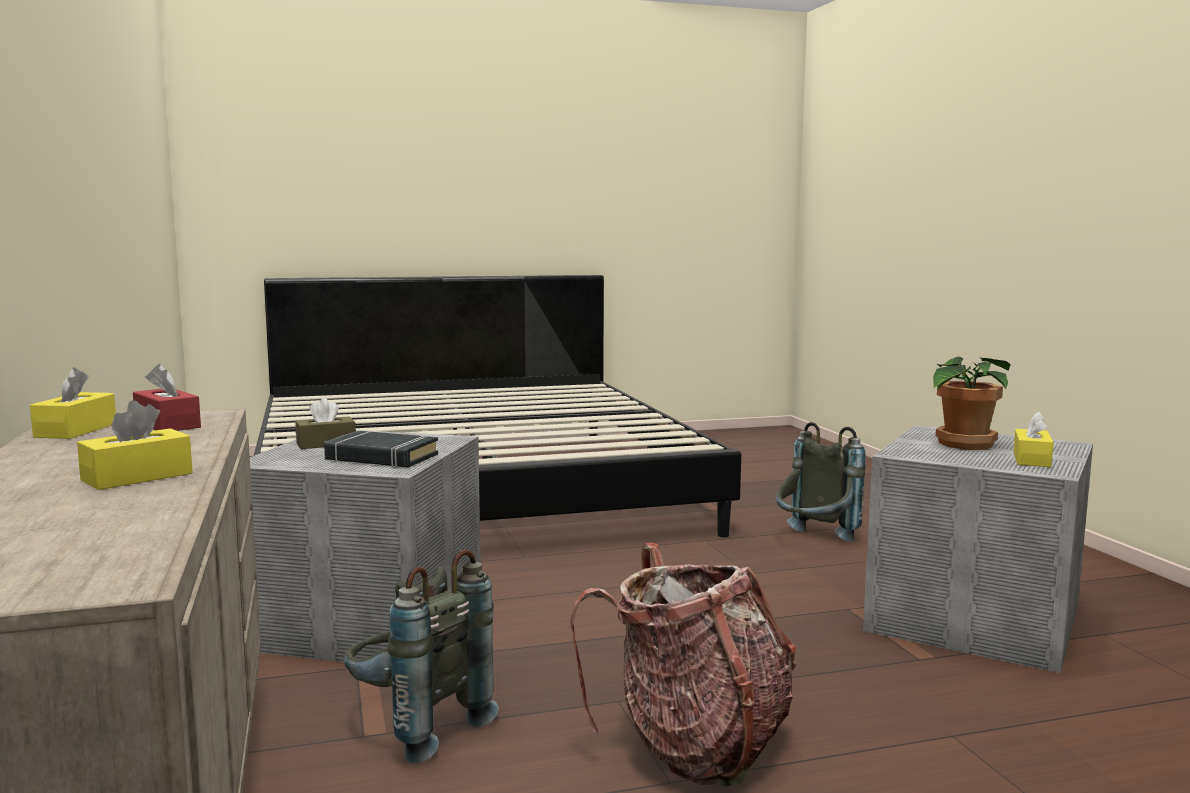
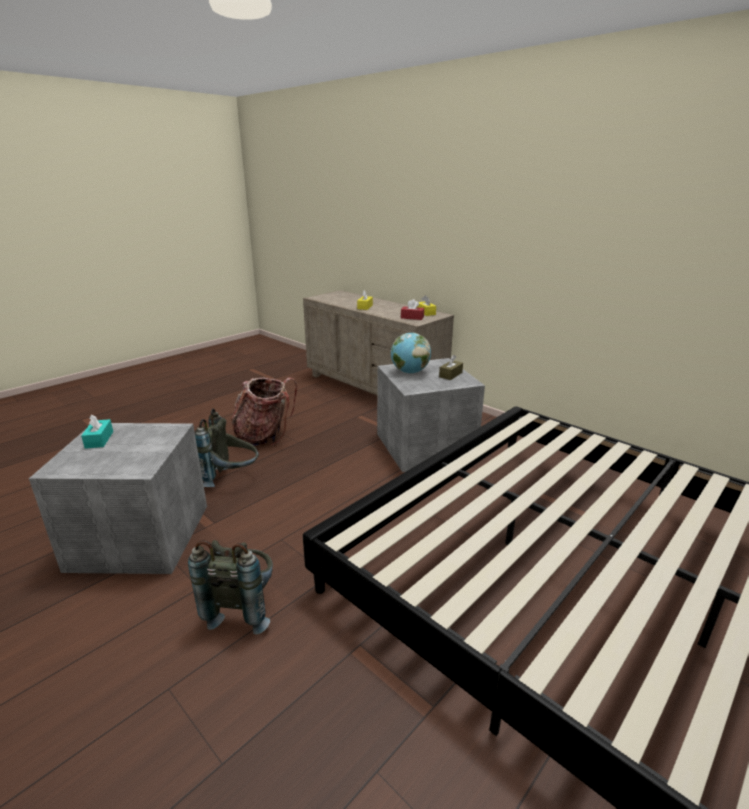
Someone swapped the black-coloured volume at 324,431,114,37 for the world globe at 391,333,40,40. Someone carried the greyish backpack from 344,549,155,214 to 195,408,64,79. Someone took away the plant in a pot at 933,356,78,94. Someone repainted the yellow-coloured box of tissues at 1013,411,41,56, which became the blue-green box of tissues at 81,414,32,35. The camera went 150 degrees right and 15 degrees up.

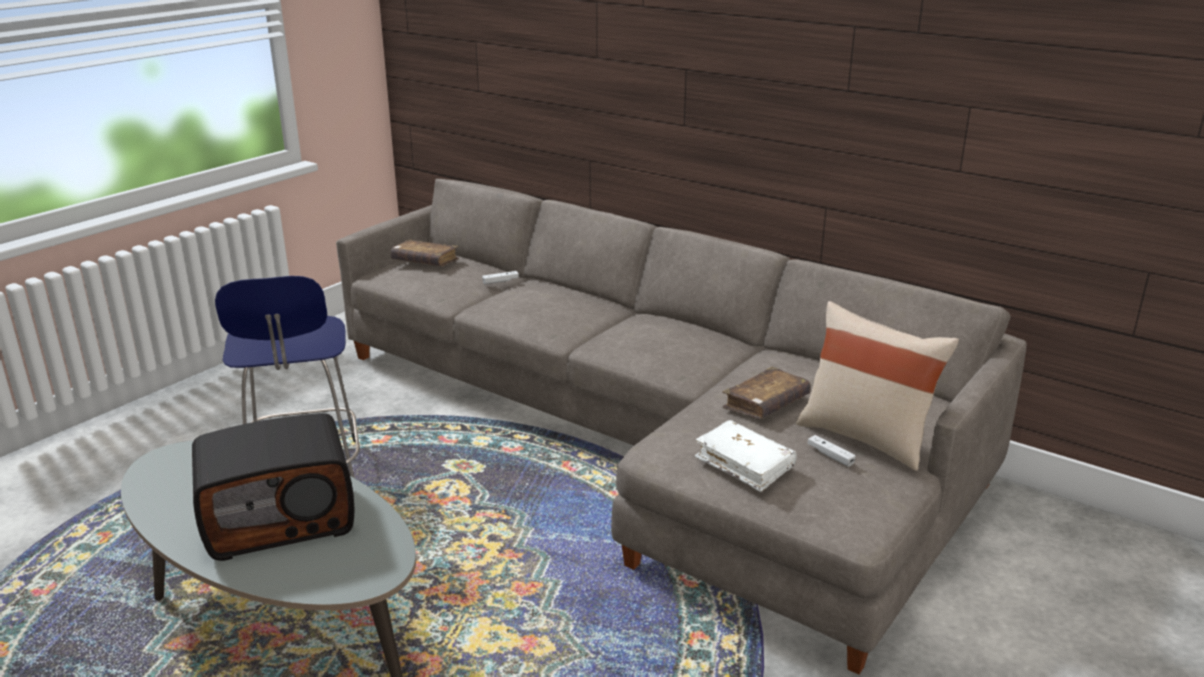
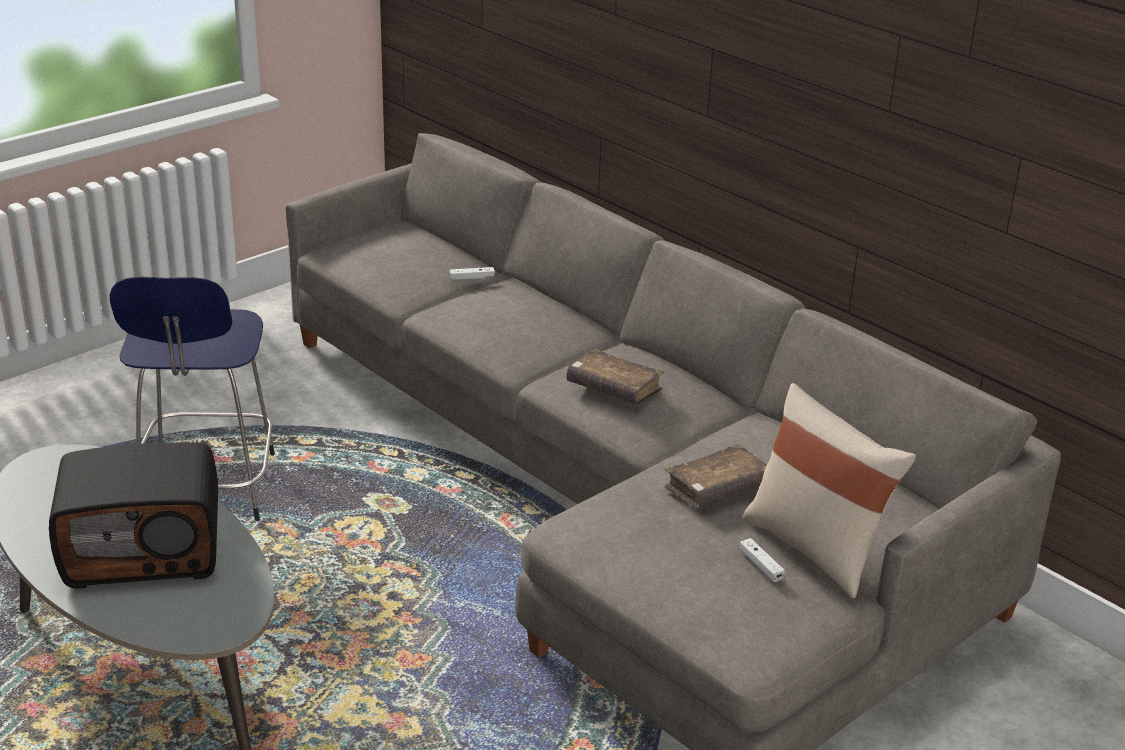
Someone carried the brown-coloured volume from 391,239,68,27 to 566,349,98,56. Someone took away the white volume at 695,420,102,72. The camera went 10 degrees right and 5 degrees up.

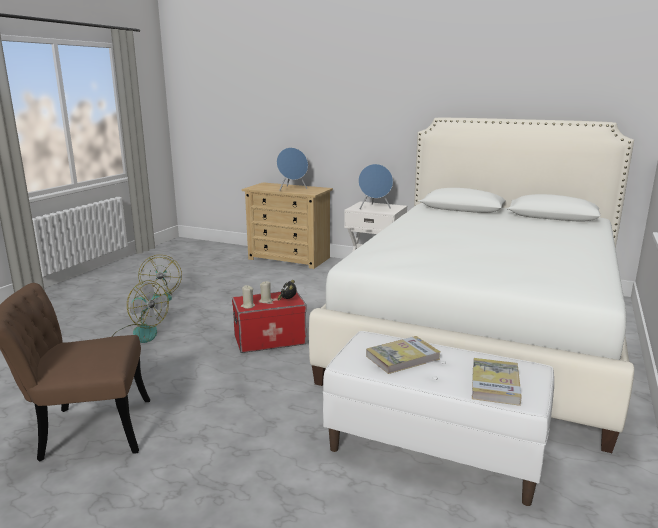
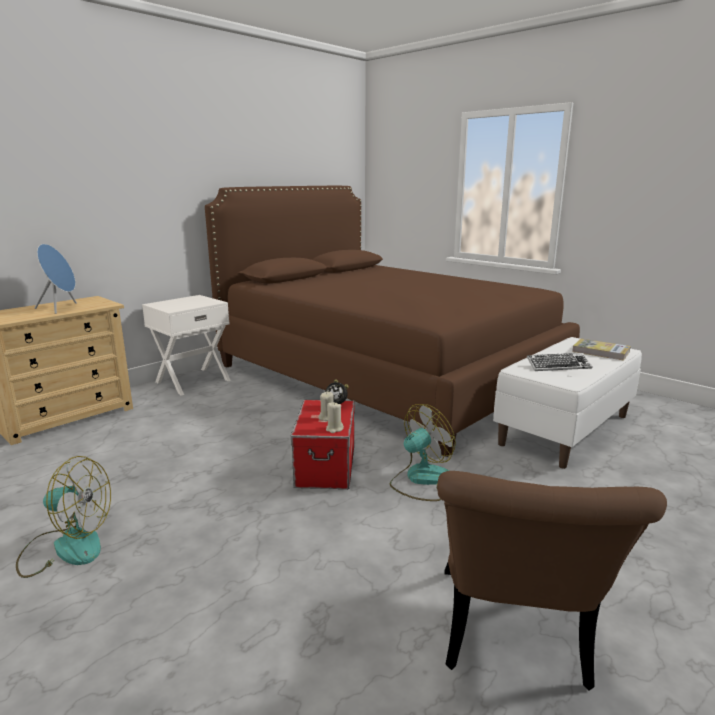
Someone carried the cooling fan from 112,280,57,63 to 390,404,66,97. Someone repainted the white sleeping bed at 309,118,325,335, which became the brown-coloured sleeping bed at 205,186,375,271. Someone took away the blue-coloured speaker at 358,164,35,45. Someone swapped the volume at 366,336,75,38 for the PC keyboard at 527,353,66,18. The camera went 70 degrees left and 0 degrees up.

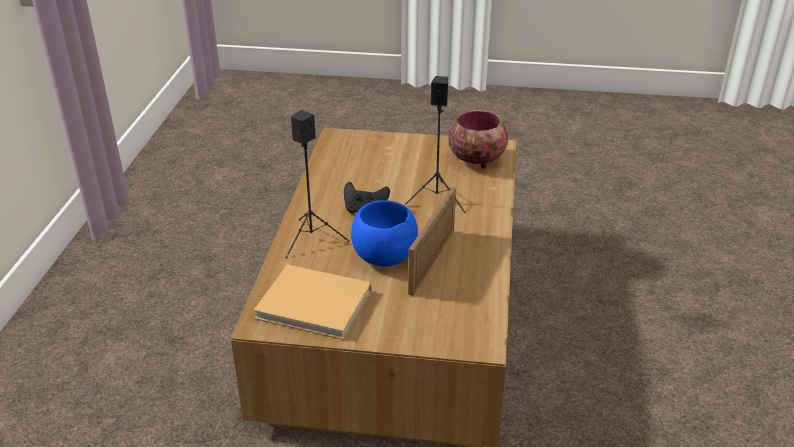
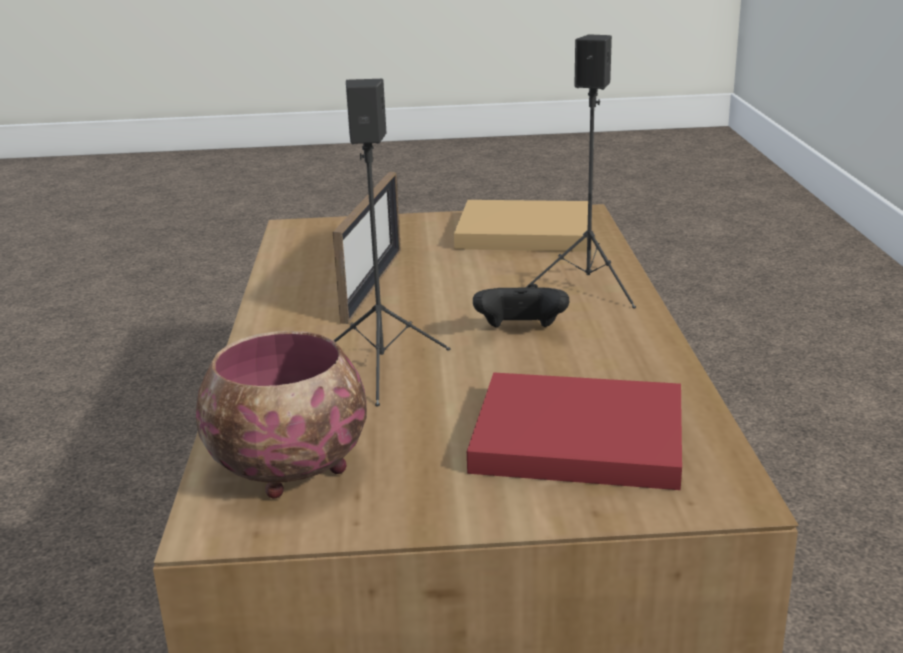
Someone took away the blue-coloured deep dish at 351,200,67,67. Someone put down the reddish volume at 467,373,215,117. The camera went 170 degrees right and 10 degrees down.

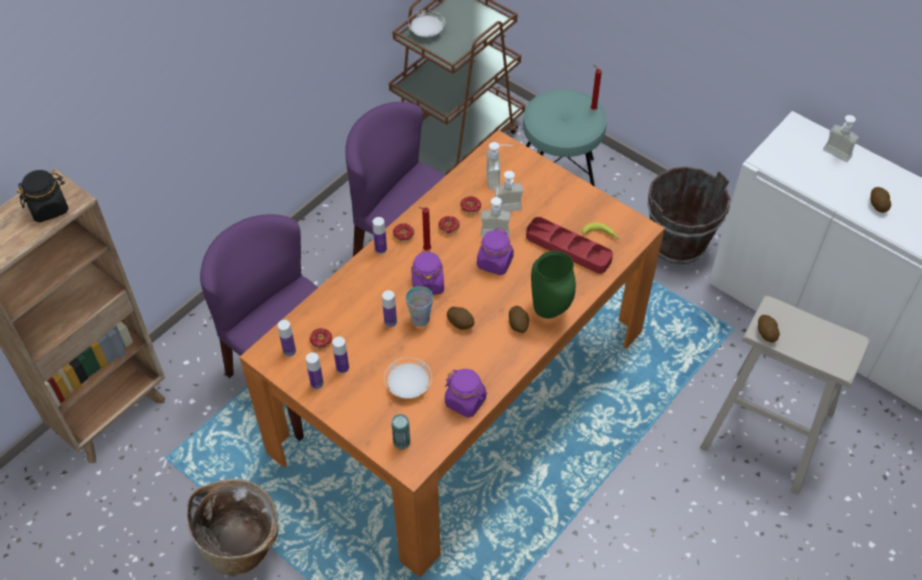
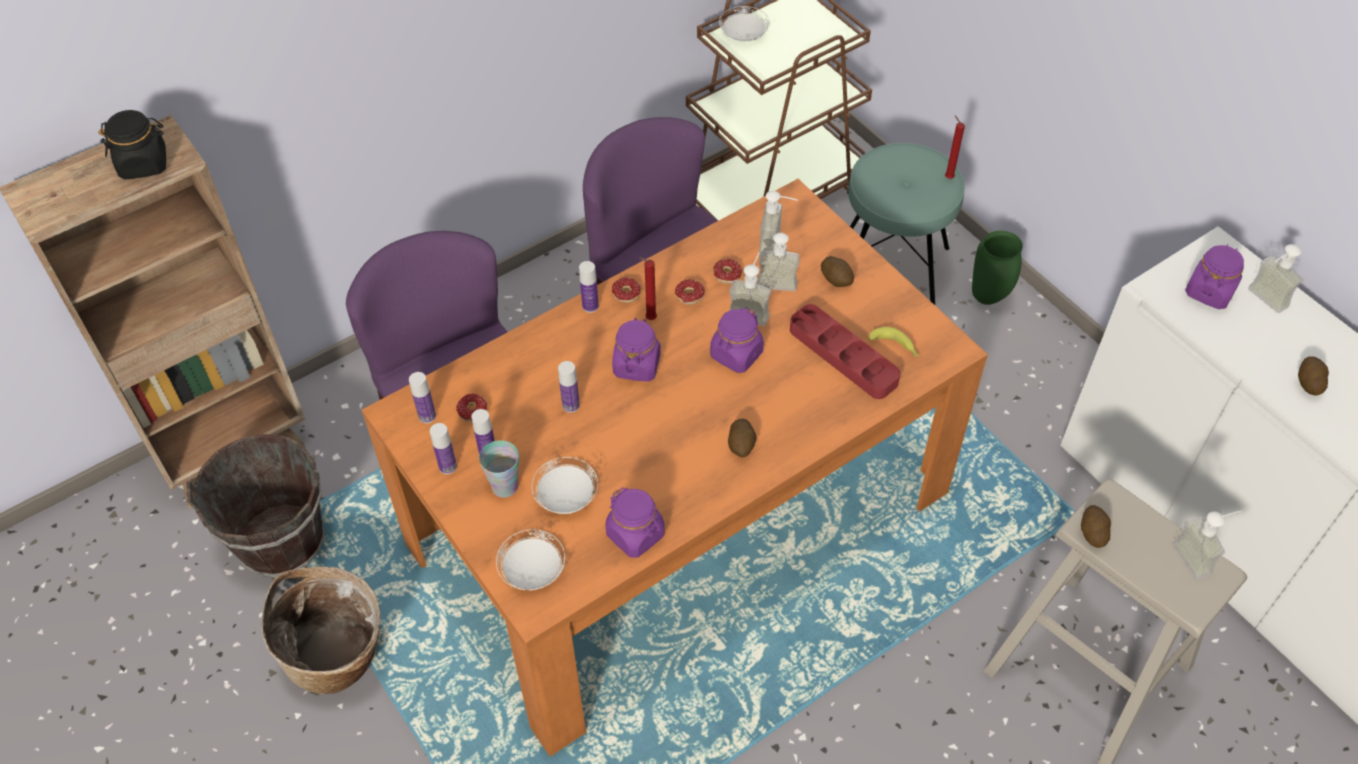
Someone swapped the can at 391,414,19,35 for the white flat dish at 496,529,69,61. Someone carried the drinking cup from 406,286,27,41 to 479,440,40,58. Someone carried the potato from 447,307,28,23 to 821,256,33,31. Someone carried the green decorative vase from 531,251,45,68 to 972,230,51,75. Someone carried the brown-coloured water bucket from 647,166,83,98 to 186,434,138,144. Someone put down the soap dispenser at 1173,511,69,68. Someone put down the purplish storage jar at 1185,244,59,65. The camera went 15 degrees right and 0 degrees up.

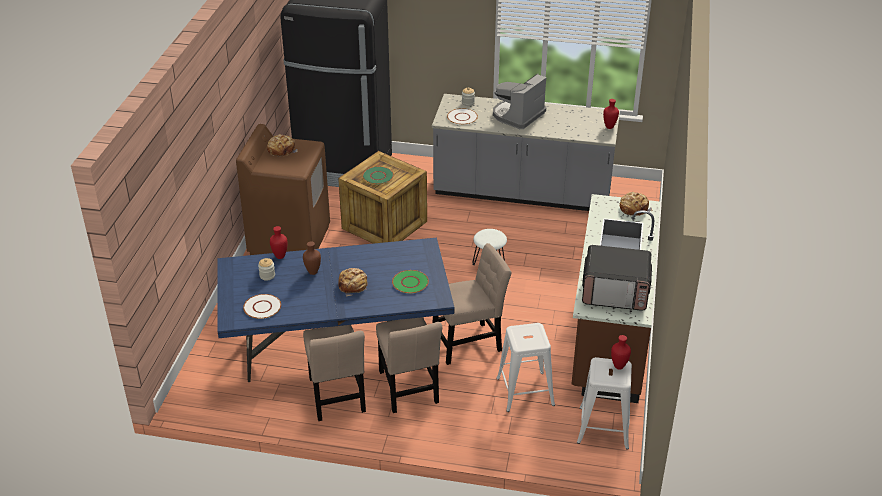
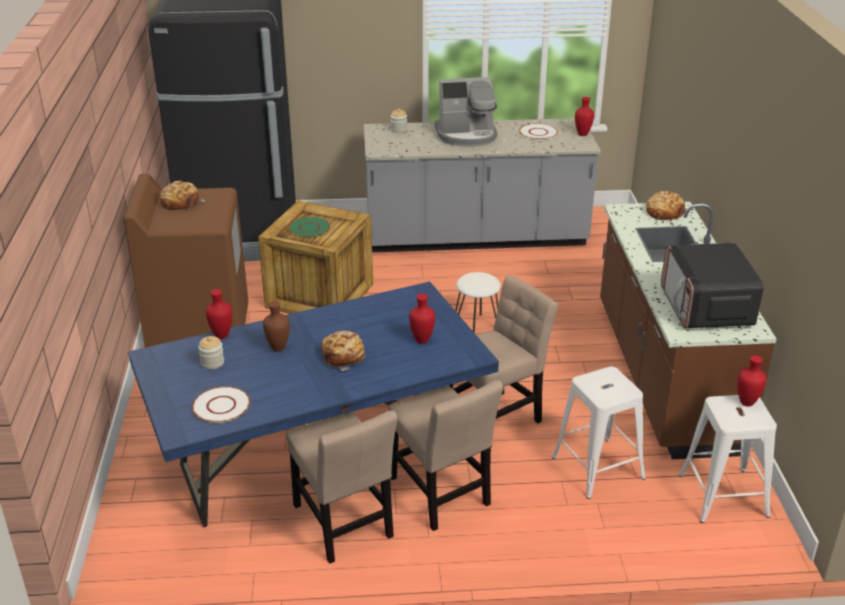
Someone swapped the green flat dish at 392,270,37,23 for the reddish decorative vase at 409,294,26,50. Someone carried the white flat dish from 447,108,31,17 to 519,123,39,17. Someone rotated the coffee brewer at 493,73,53,56 by 120 degrees counterclockwise. Someone rotated the microwave oven at 582,245,70,66 by 90 degrees clockwise. The camera went 15 degrees left and 5 degrees down.

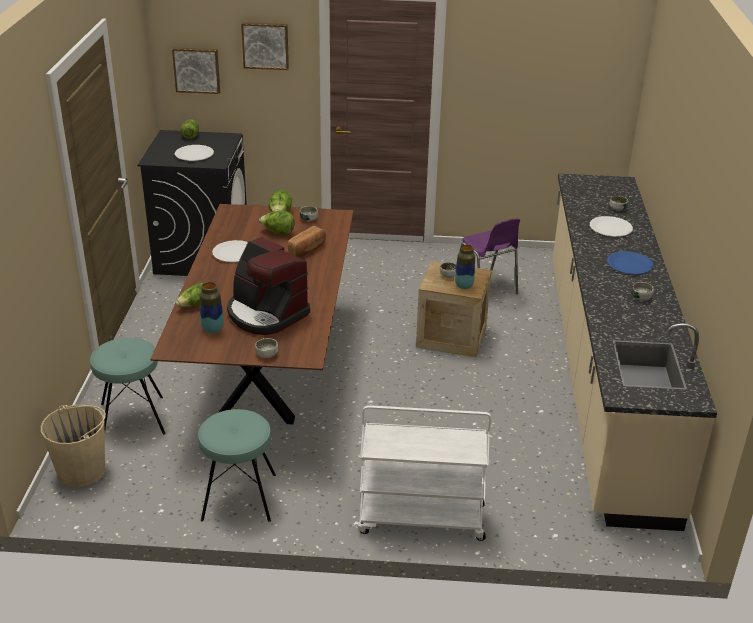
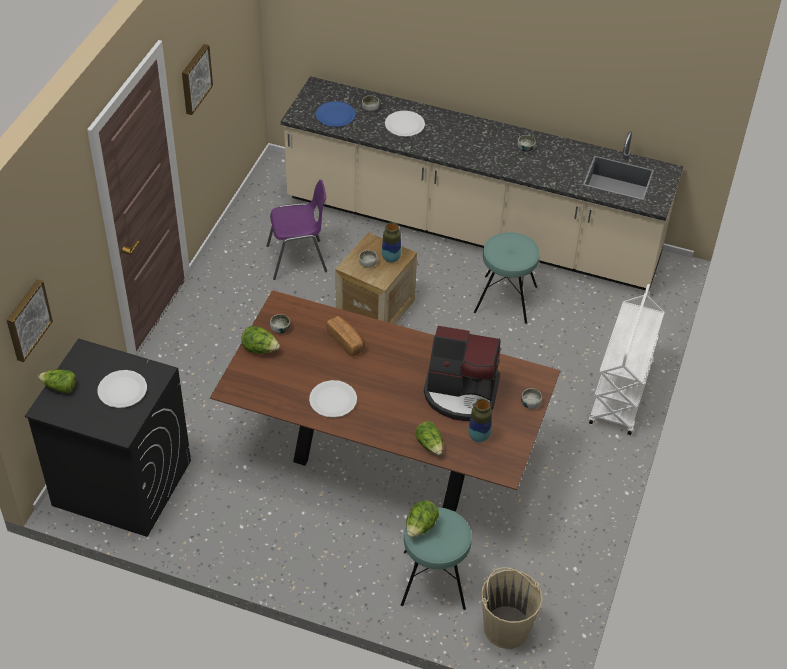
Someone carried the blue-green stool from 198,409,78,113 to 474,232,66,92. Someone rotated the coffee brewer at 227,237,83,98 by 45 degrees clockwise. Someone carried the wall picture from 241,22,48,48 to 182,44,31,71. Someone carried the head of lettuce from 259,210,36,25 to 406,500,33,37. Someone carried the blue-coloured flat dish from 607,251,46,24 to 316,101,40,26. The camera went 75 degrees left and 15 degrees up.

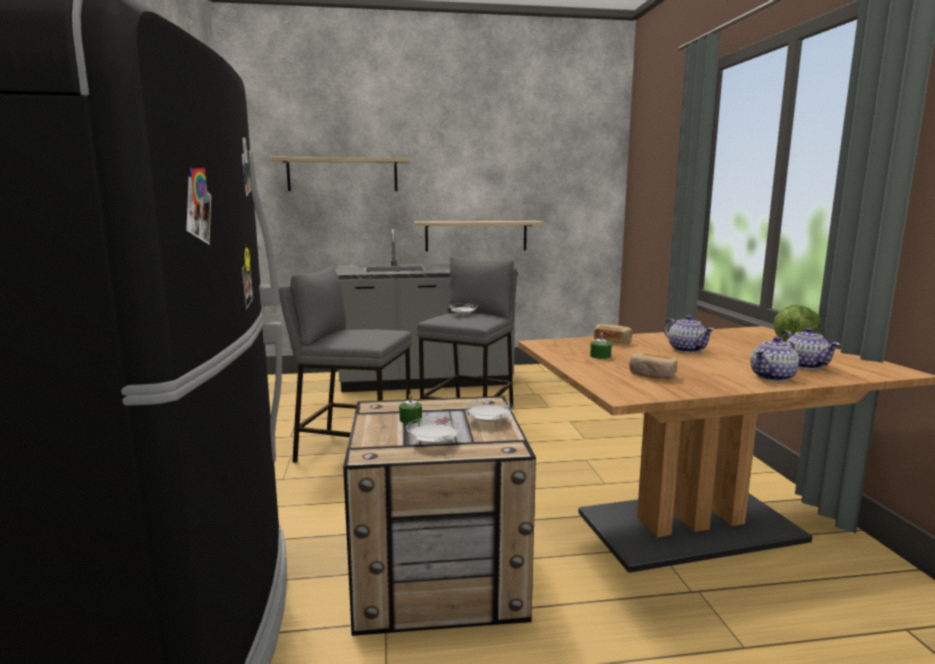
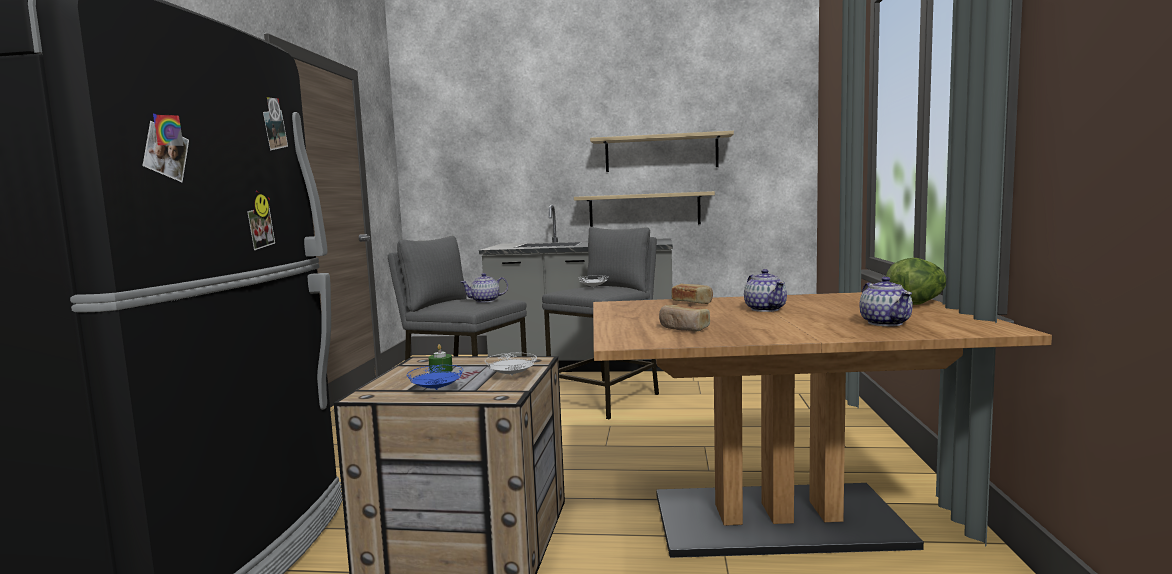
Someone carried the wall shelf from 269,156,141,35 to 590,131,144,41. Someone repainted the white flat dish at 407,417,54,27, which became the blue-coloured flat dish at 407,365,56,25. Someone took away the green wax candle at 590,332,22,27. Someone carried the pot for tea from 751,336,48,46 to 461,273,47,30. The camera went 15 degrees right and 5 degrees down.

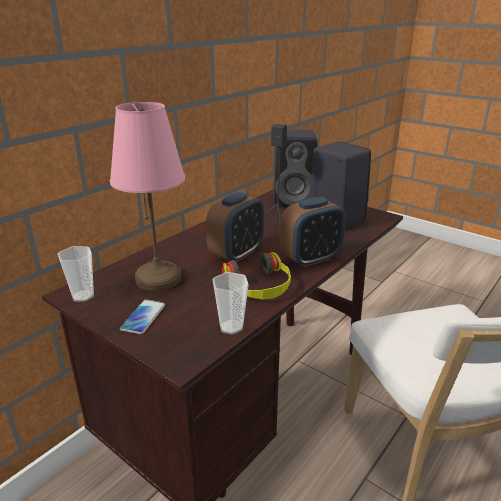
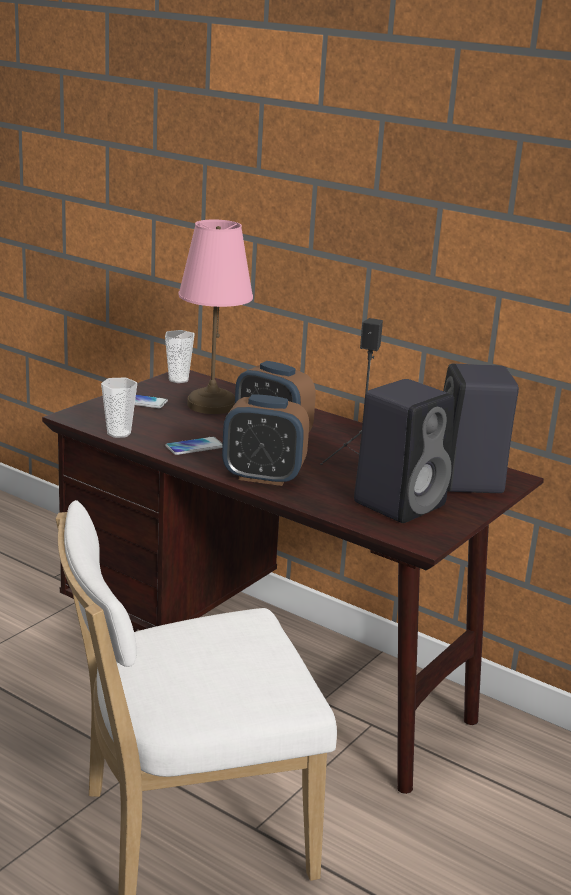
Someone swapped the headphones at 222,252,69,47 for the phone at 165,436,58,19. Someone rotated the table clock at 280,197,66,71 by 45 degrees counterclockwise. The camera went 85 degrees right and 5 degrees down.

